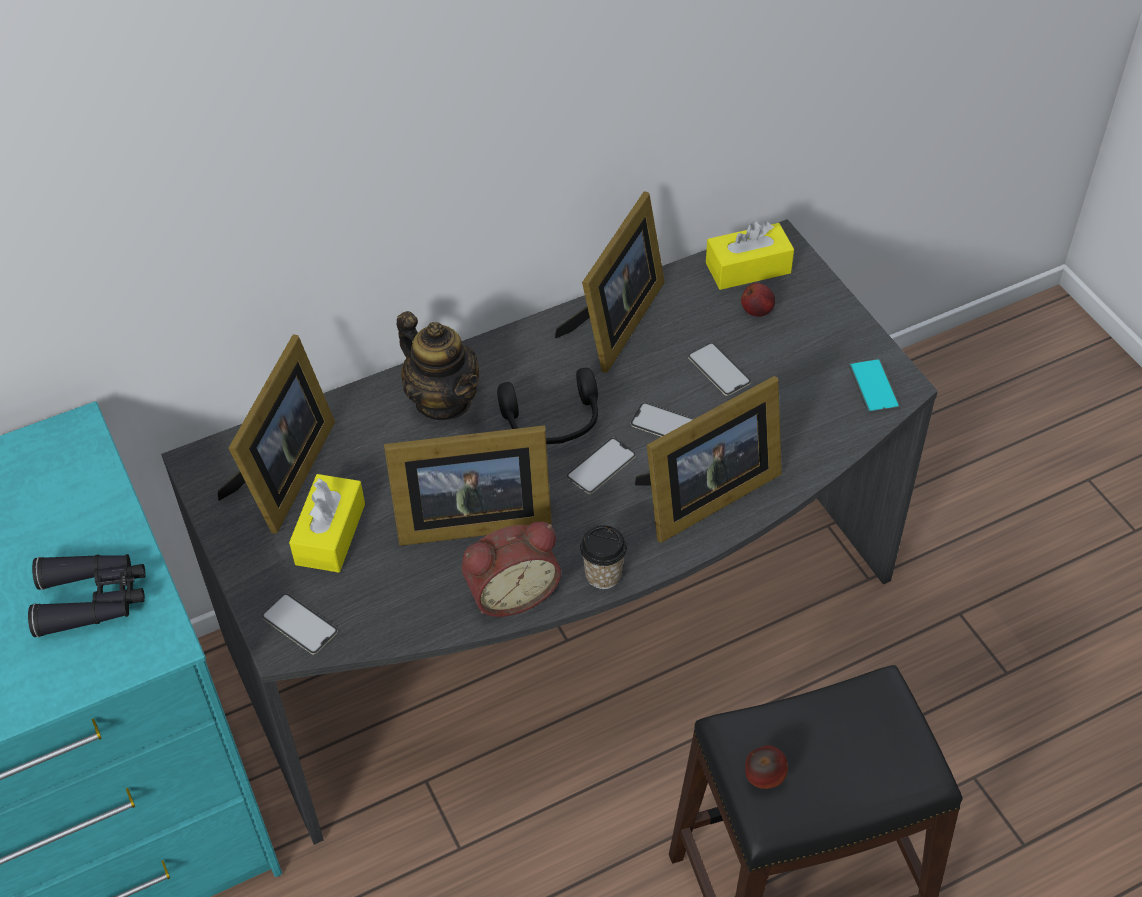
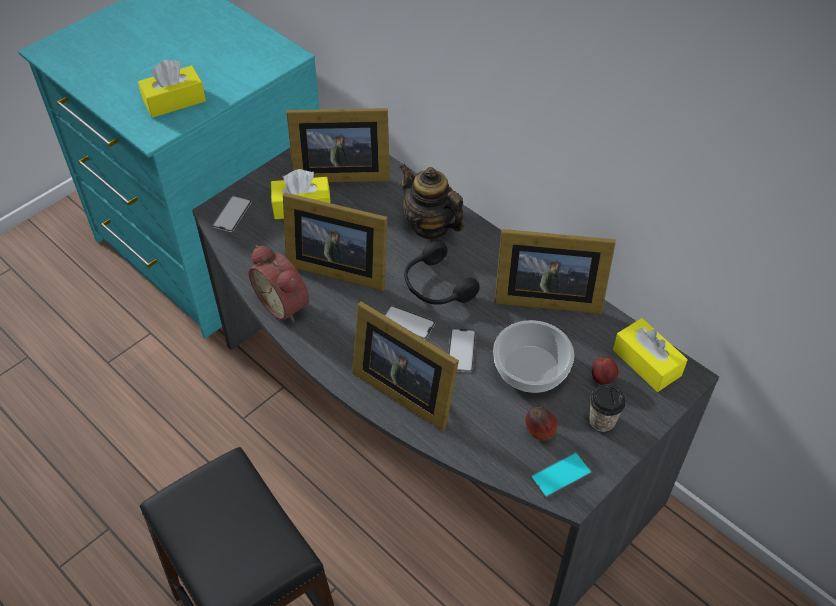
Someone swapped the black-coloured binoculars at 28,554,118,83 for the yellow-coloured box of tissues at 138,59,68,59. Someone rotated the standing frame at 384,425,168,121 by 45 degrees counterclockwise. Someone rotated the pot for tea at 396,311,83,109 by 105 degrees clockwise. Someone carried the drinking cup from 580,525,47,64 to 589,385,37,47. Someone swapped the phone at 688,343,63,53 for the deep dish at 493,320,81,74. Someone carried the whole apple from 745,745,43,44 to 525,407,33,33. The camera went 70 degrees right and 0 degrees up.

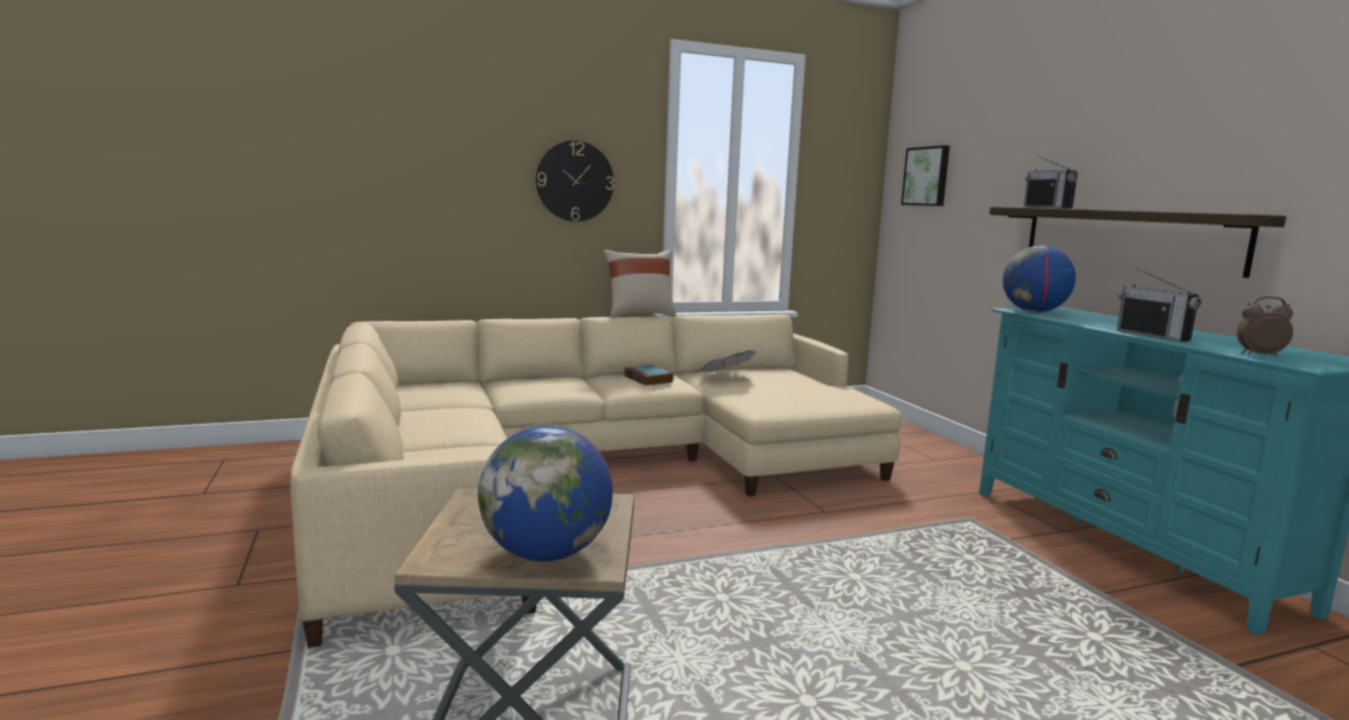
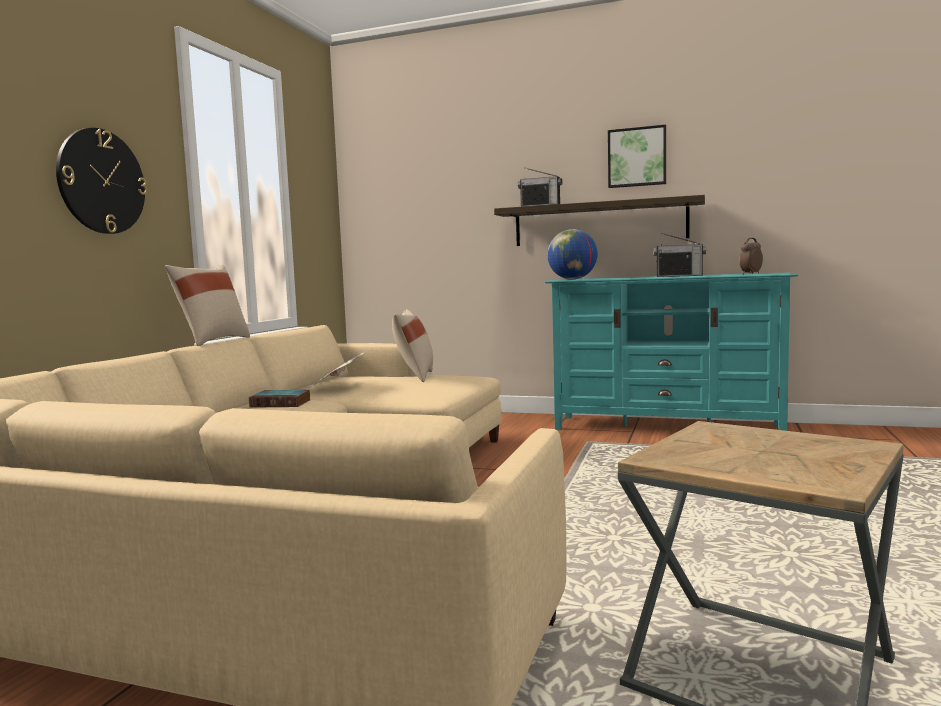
Someone took away the world globe at 478,426,135,135. Someone carried the wall picture from 901,145,49,61 to 608,125,58,63. Someone put down the beige throw pillow at 392,309,41,73. The camera went 50 degrees left and 5 degrees down.

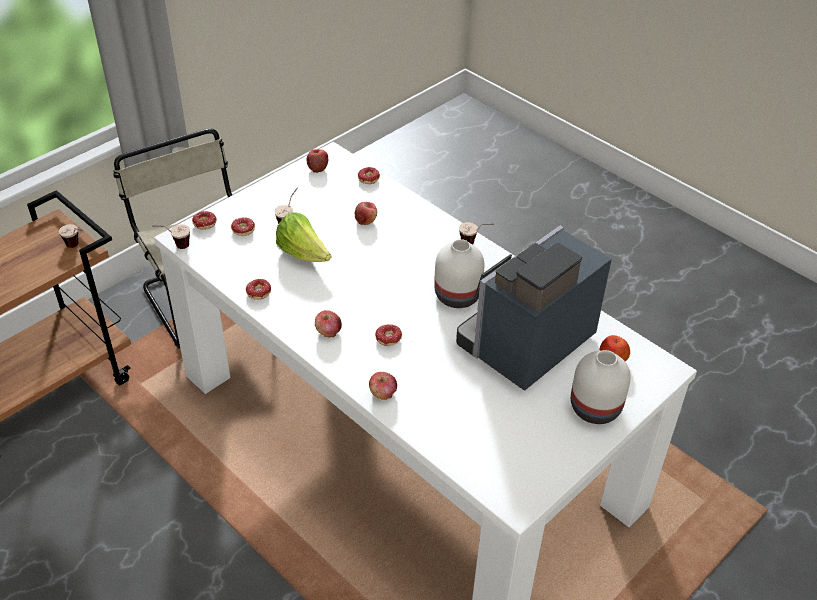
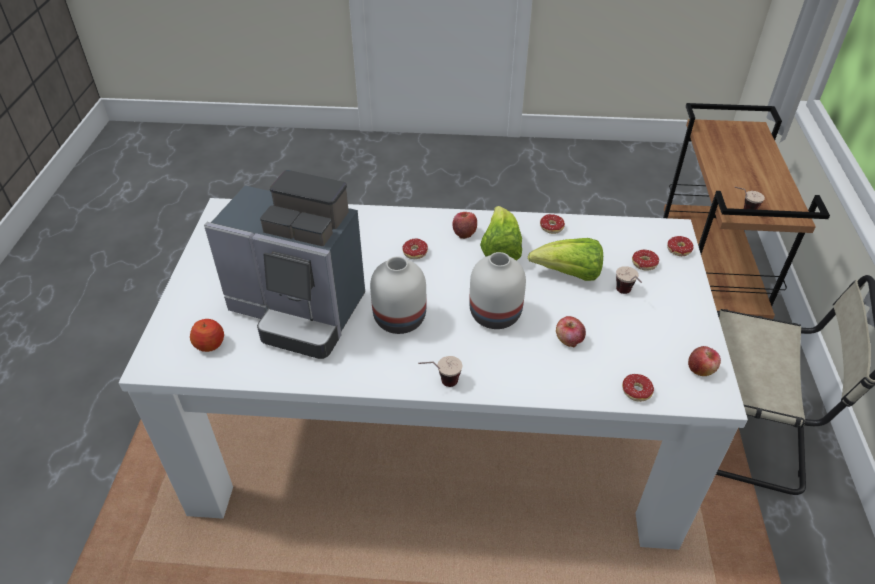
Someone took away the drinking cup at 152,224,38,25. Someone took away the whole apple at 369,372,28,28. Someone rotated the coffee brewer at 456,225,156,166 by 105 degrees clockwise. Someone carried the white decorative vase from 571,350,60,74 to 469,252,57,77. Someone put down the head of lettuce at 480,206,42,55. The camera went 140 degrees right and 0 degrees up.

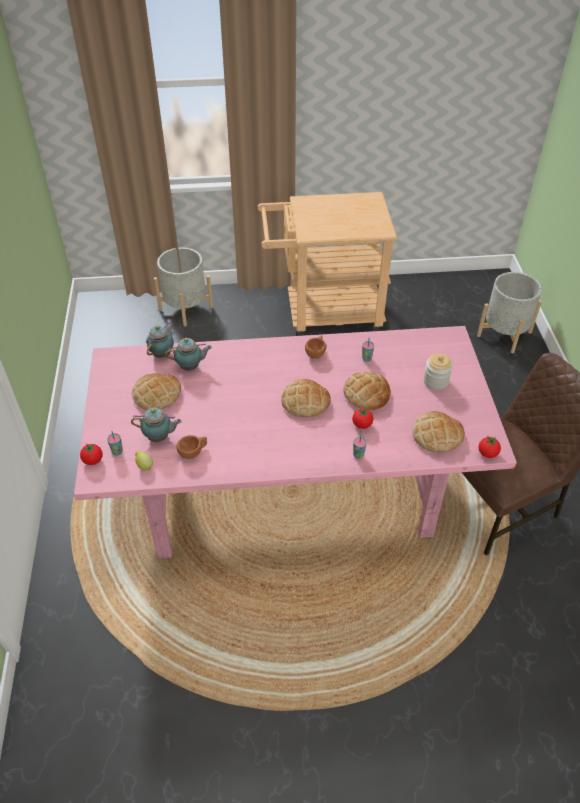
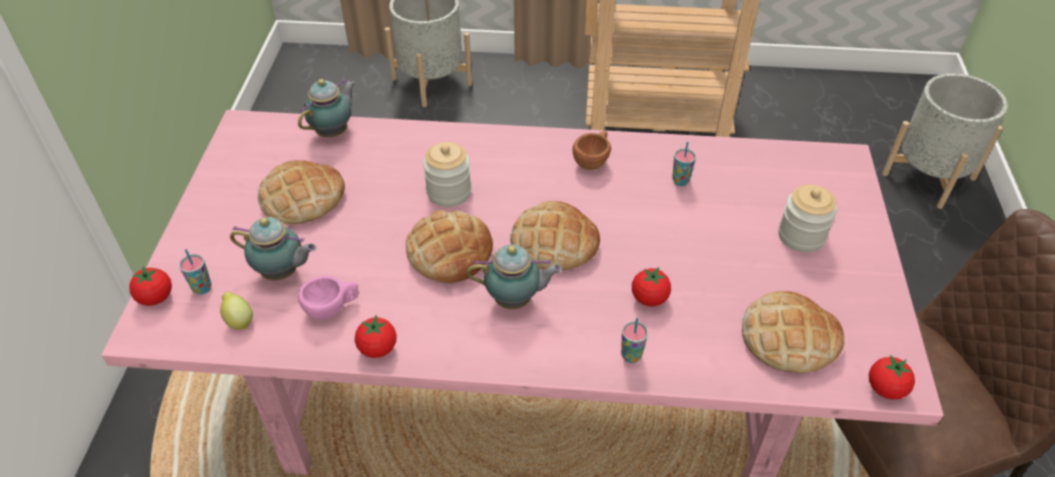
Someone carried the pot for tea from 165,338,47,33 to 467,244,95,65. Someone repainted the brown-coloured drinking cup at 176,435,31,24, which became the pinkish drinking cup at 298,276,61,43. Someone carried the bread from 344,372,47,38 to 406,210,87,73. Someone put down the fresh tomato at 355,315,42,43. Someone put down the storage jar at 423,142,48,65. The camera went 10 degrees right and 0 degrees up.

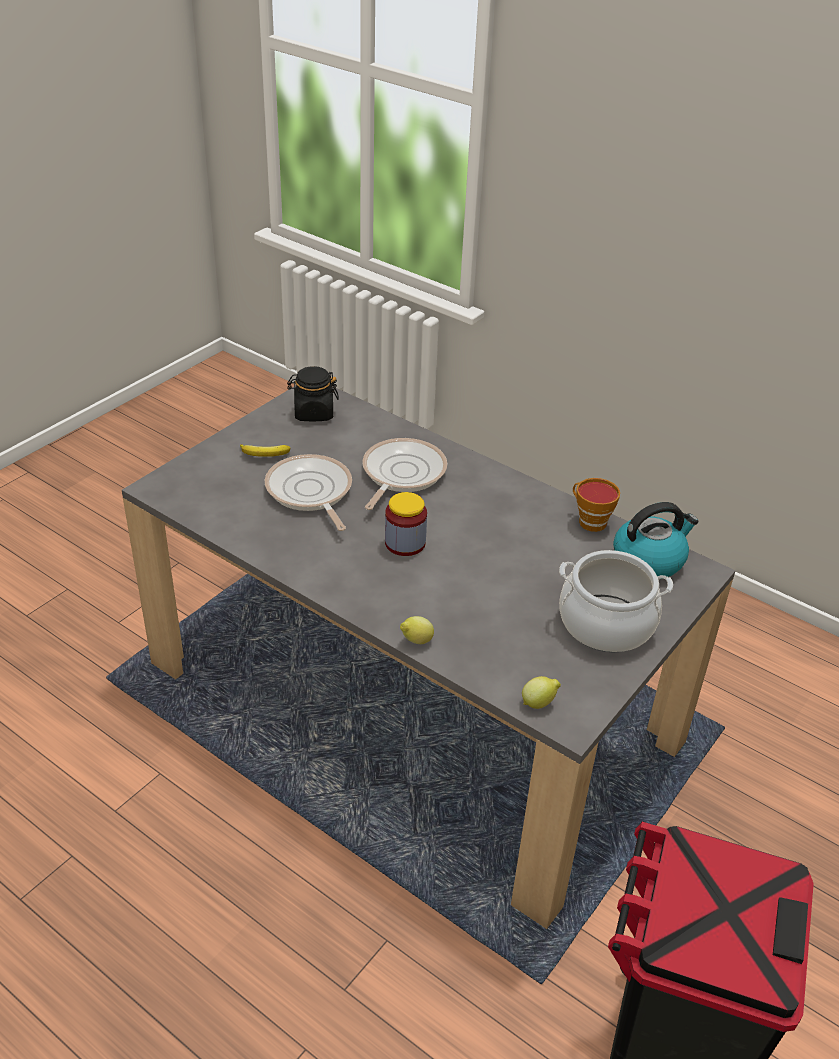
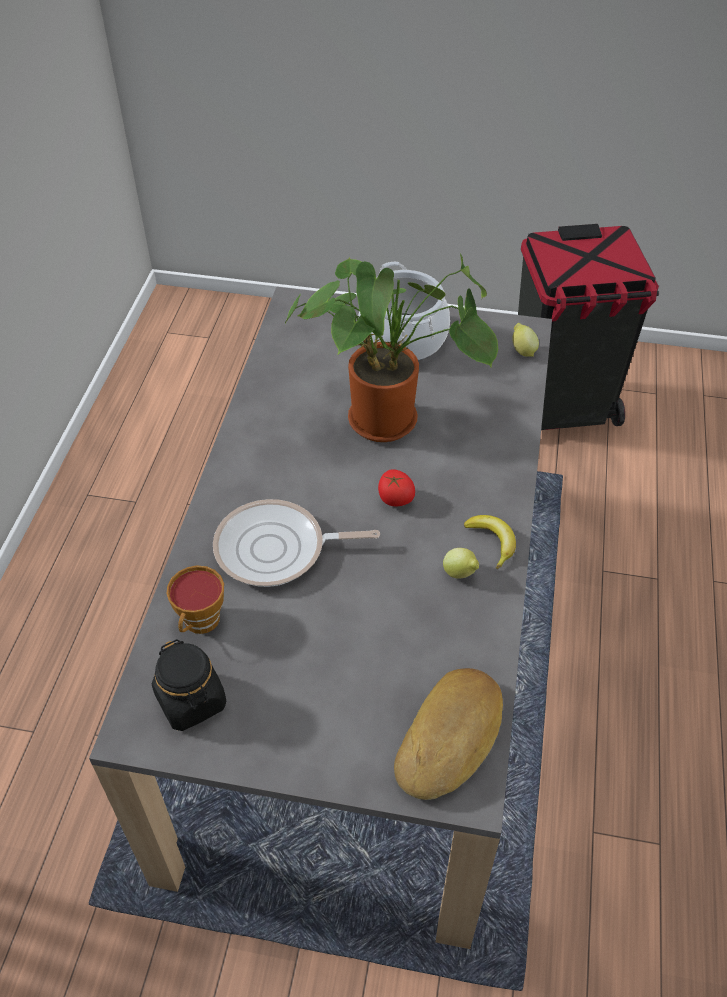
Someone carried the banana from 240,444,50,13 to 464,515,52,54. Someone took away the skillet at 265,454,87,77. Someone swapped the storage jar at 385,492,42,64 for the fresh tomato at 378,469,37,37. Someone carried the whole lemon from 400,616,34,28 to 443,548,36,31. Someone carried the drinking cup from 573,478,47,54 to 167,566,57,68. Someone took away the water kettle at 613,502,86,75. Someone put down the plant in a pot at 284,253,214,189. Someone put down the bread at 394,668,109,132. The camera went 115 degrees left and 10 degrees up.

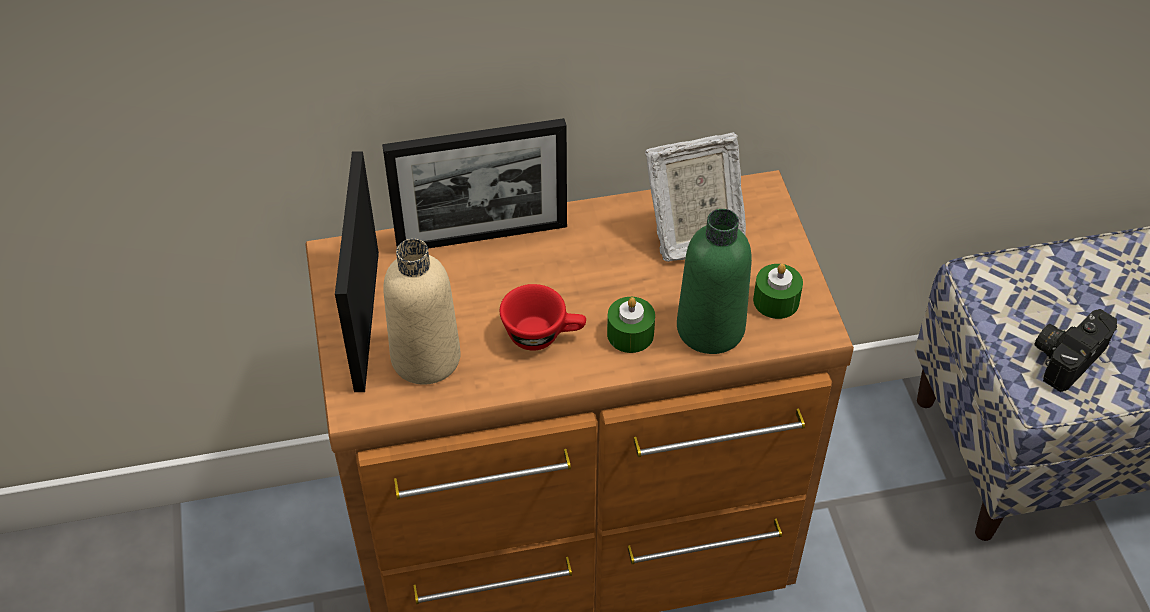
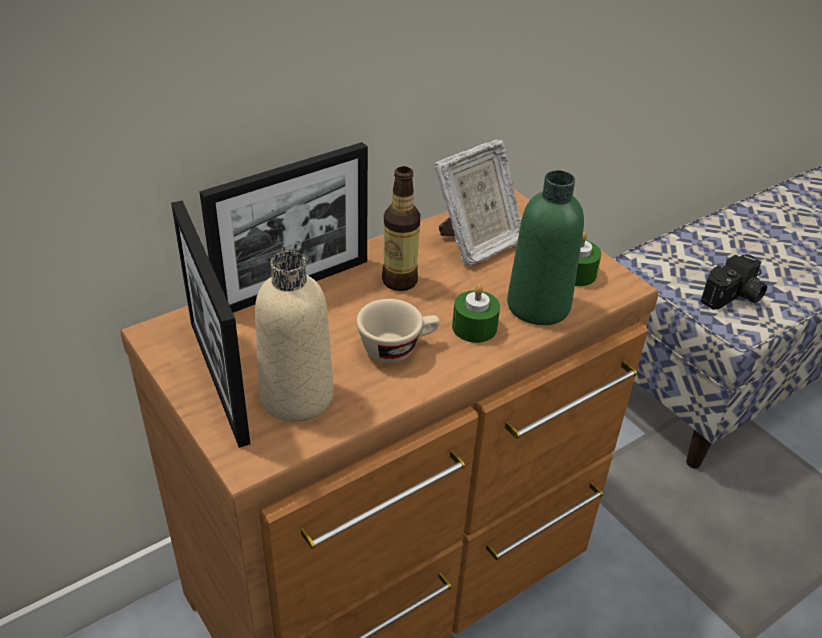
Someone repainted the reddish drinking cup at 500,284,86,67, which became the beige drinking cup at 357,299,83,64. Someone rotated the still camera at 1034,309,83,83 by 150 degrees counterclockwise. Someone put down the drink bottle at 382,166,38,125. The camera went 25 degrees left and 10 degrees down.

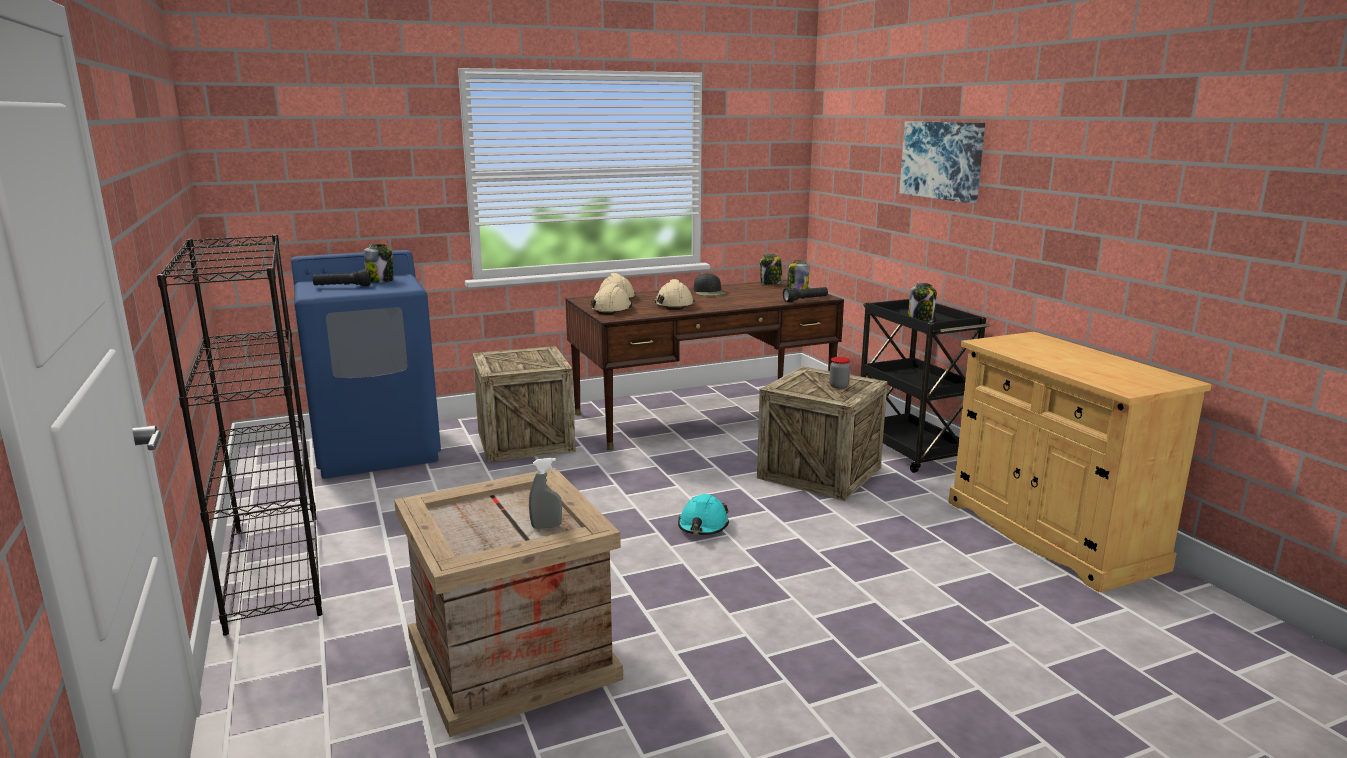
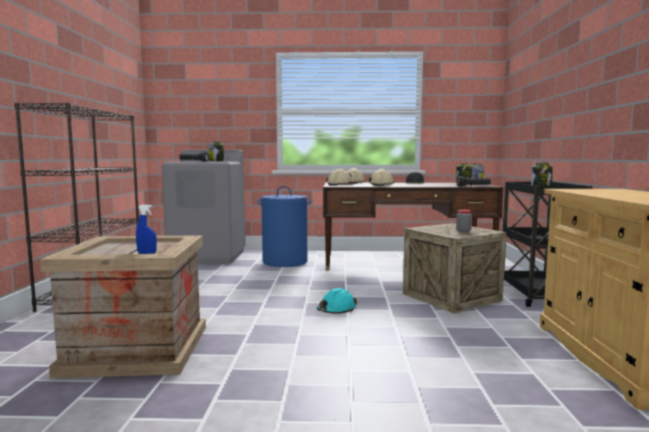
Someone repainted the blue-coloured laundry appliance at 291,250,150,229, which became the greyish laundry appliance at 162,150,84,114. Someone swapped the packing crate at 472,346,104,116 for the blue-coloured washing basket at 257,186,56,81. Someone repainted the greyish sprayer at 529,458,33,71, which became the blue-coloured sprayer at 136,205,21,49. Someone took away the wall picture at 899,121,86,82. The camera went 25 degrees right and 10 degrees down.

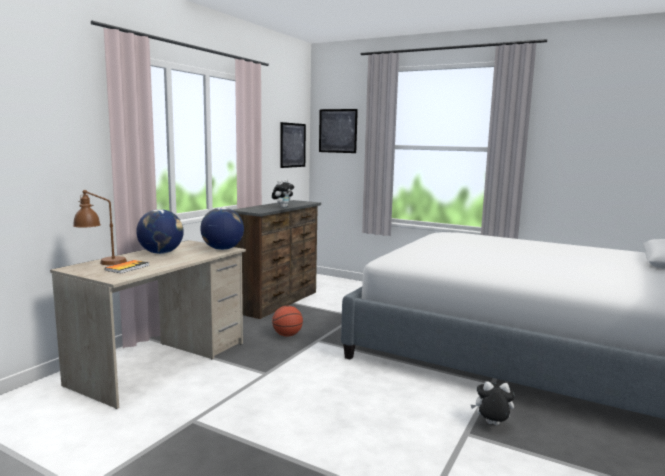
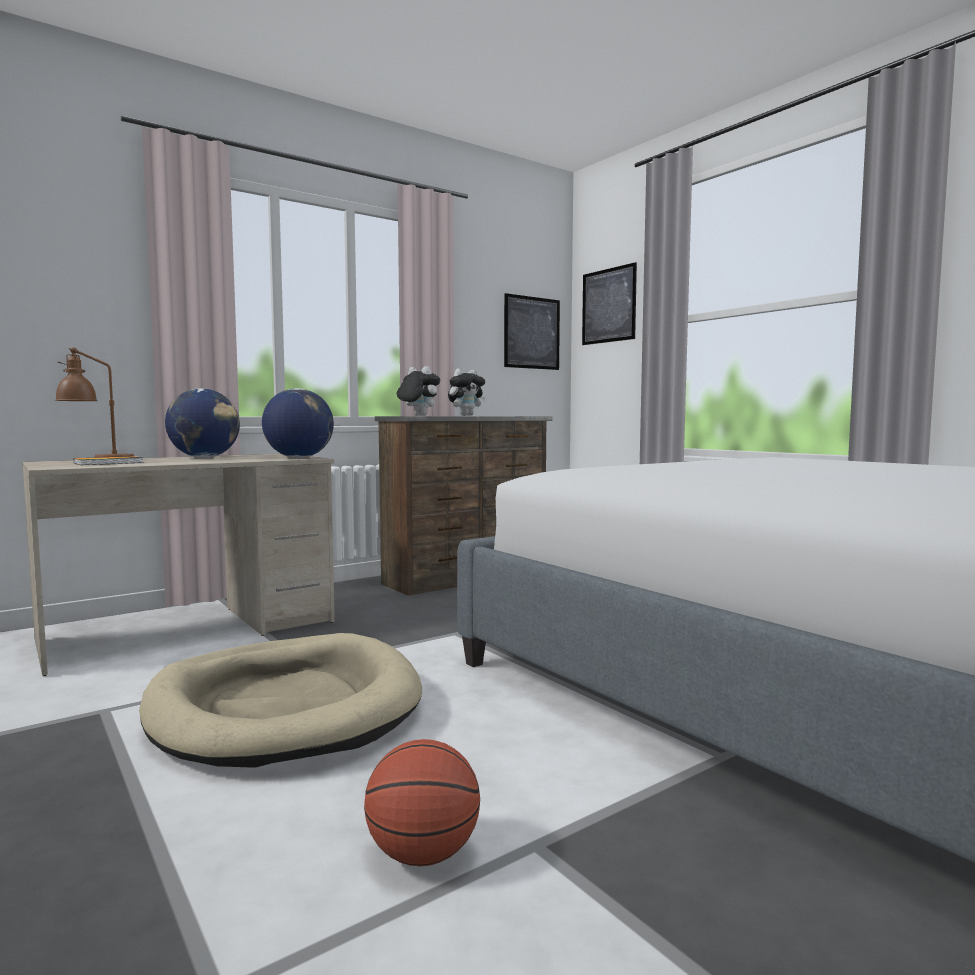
Someone carried the basketball from 272,306,31,31 to 364,739,116,127. Someone carried the plush toy from 471,381,44,44 to 397,366,43,50. Someone put down the beige pet bed at 139,633,283,135. The camera went 25 degrees right and 5 degrees down.

